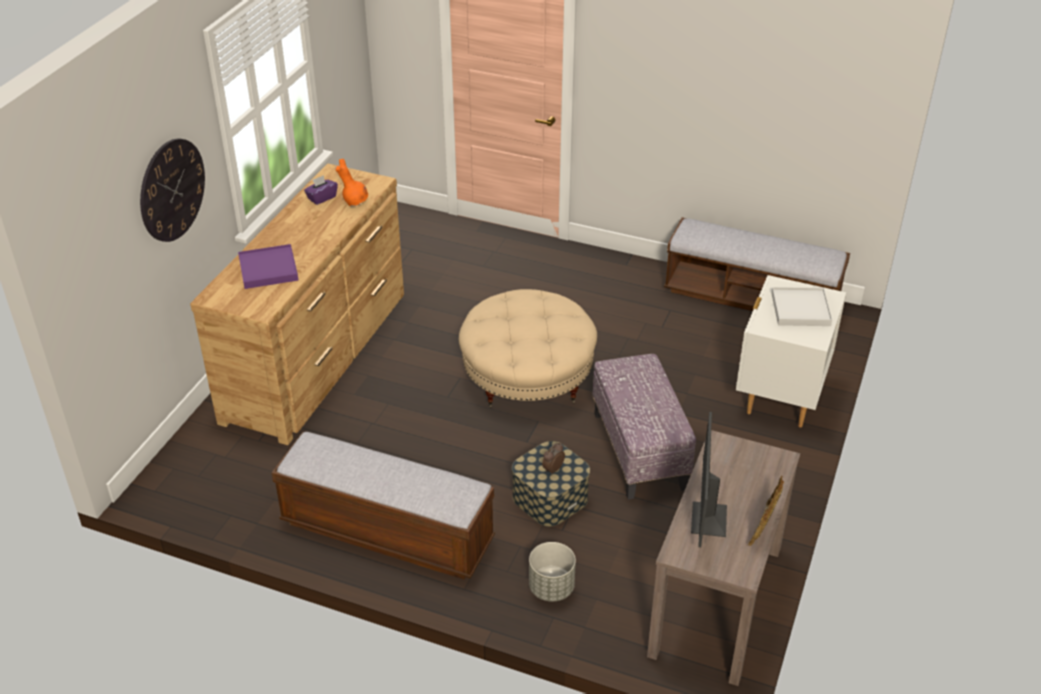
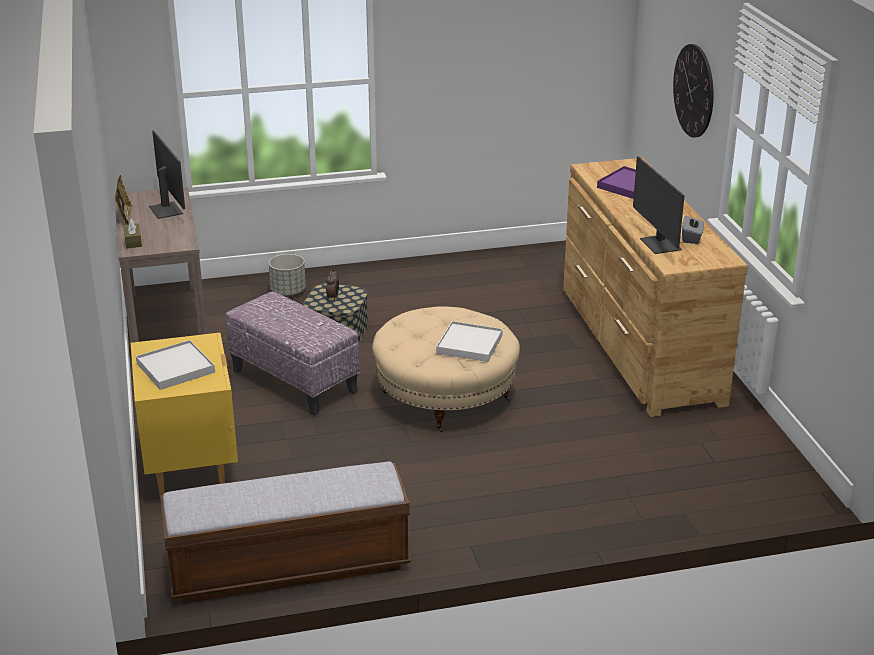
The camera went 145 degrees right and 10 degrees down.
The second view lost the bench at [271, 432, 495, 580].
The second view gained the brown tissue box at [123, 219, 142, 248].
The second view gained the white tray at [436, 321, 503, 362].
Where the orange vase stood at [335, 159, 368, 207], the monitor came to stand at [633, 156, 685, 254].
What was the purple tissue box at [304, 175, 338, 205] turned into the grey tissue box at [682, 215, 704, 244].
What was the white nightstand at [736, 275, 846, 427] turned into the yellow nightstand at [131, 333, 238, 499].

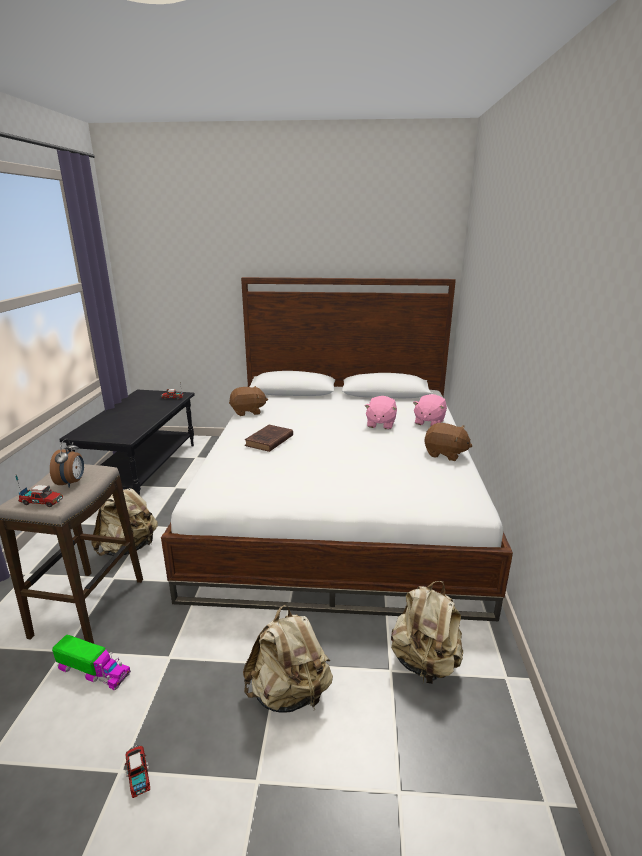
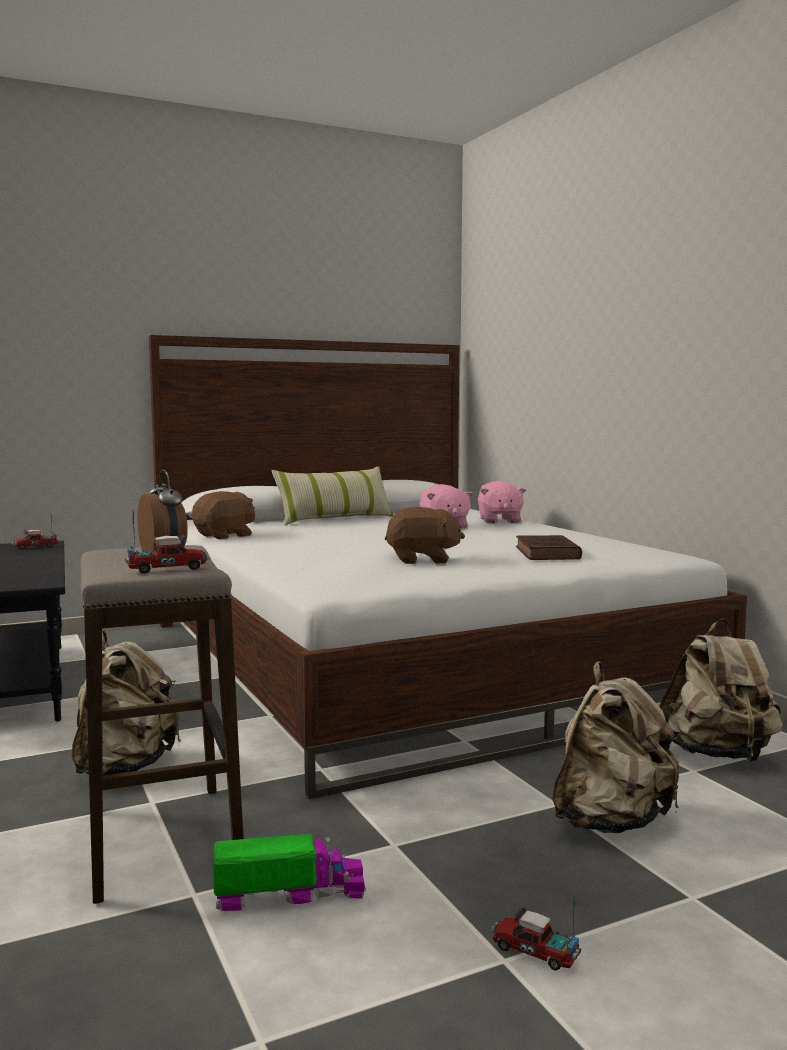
The camera went 30 degrees left and 15 degrees down.
The second view gained the pillow at [272, 466, 393, 525].
The brown book ended up elsewhere, having gone from [245, 425, 293, 452] to [516, 535, 582, 560].
The brown plush toy ended up elsewhere, having gone from [424, 423, 472, 461] to [385, 507, 465, 564].

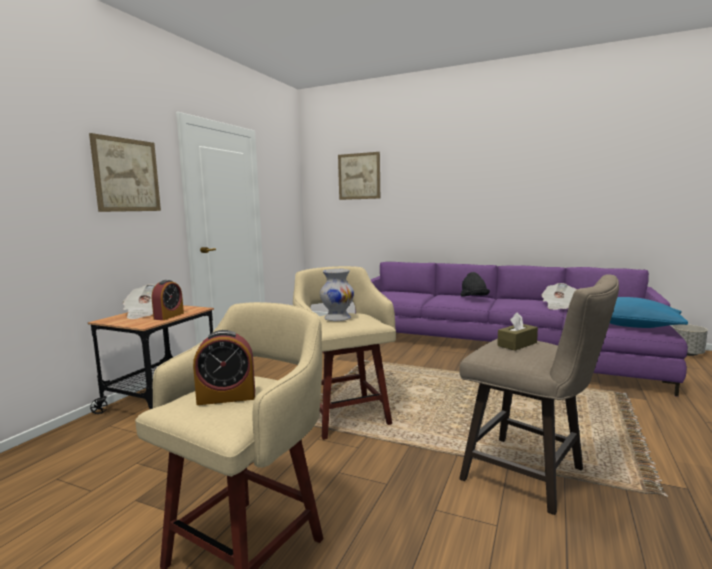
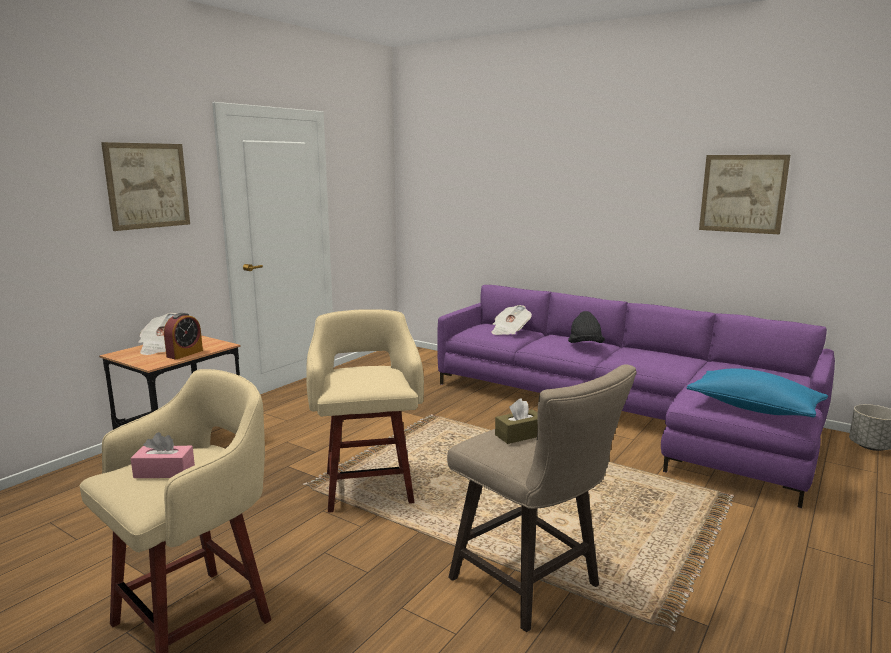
The camera went 10 degrees right and 5 degrees up.
The second view lost the white vase at [320, 269, 354, 321].
The picture ended up elsewhere, having gone from [338, 152, 380, 200] to [699, 155, 790, 234].
The newspaper ended up elsewhere, having gone from [541, 283, 577, 310] to [491, 305, 532, 335].
Where the alarm clock stood at [193, 330, 255, 405], the pink tissue box came to stand at [131, 432, 195, 478].

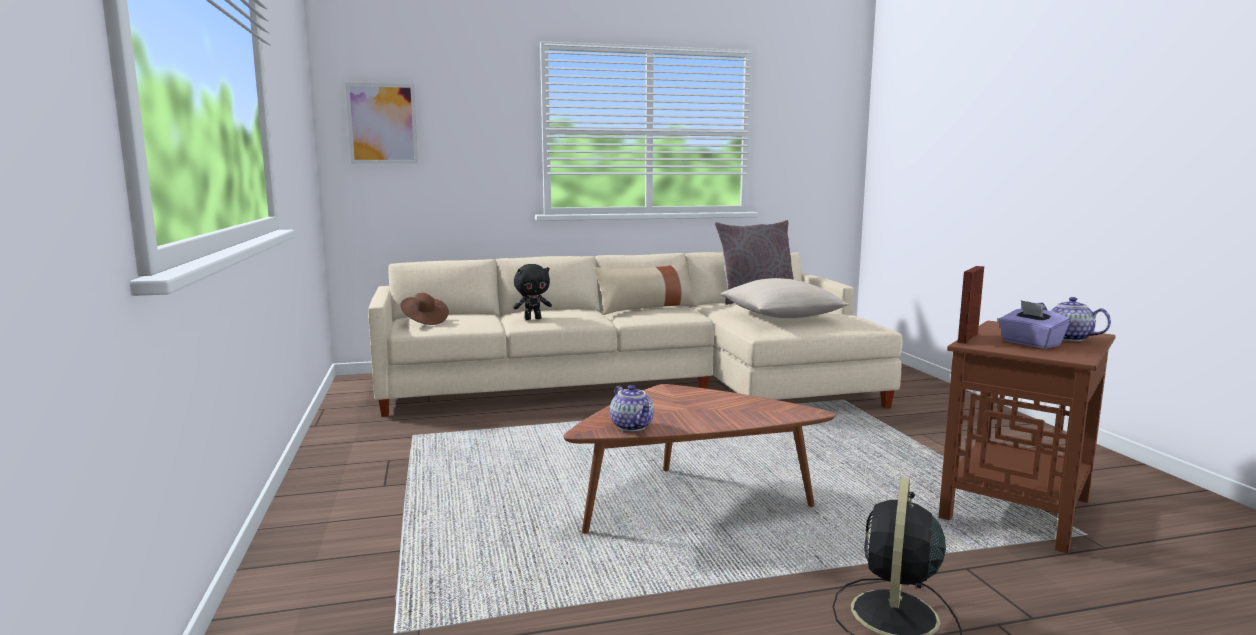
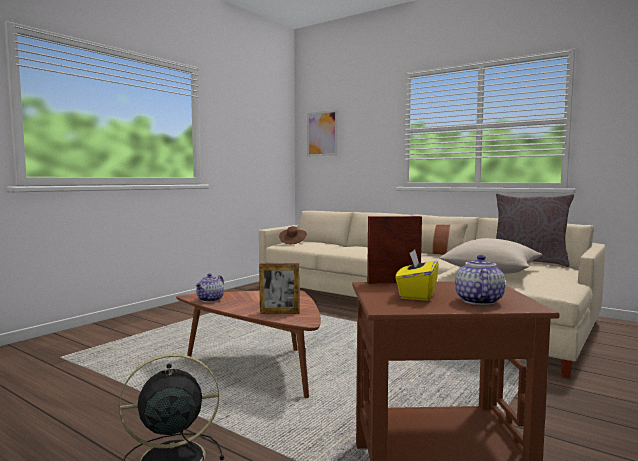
The camera went 50 degrees right and 5 degrees down.
The second view lost the black plush toy at [513, 264, 552, 320].
The second view gained the picture frame at [259, 264, 300, 314].
What was the purple tissue box at [998, 300, 1070, 349] turned into the yellow tissue box at [395, 249, 439, 301].

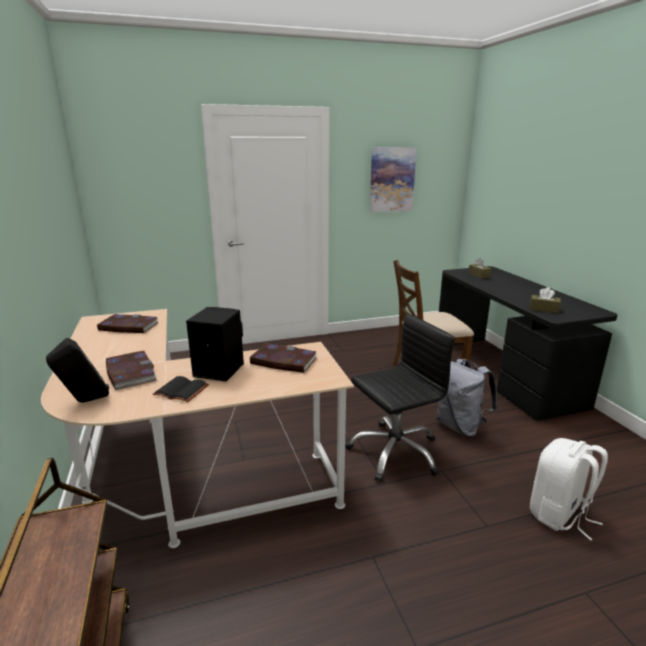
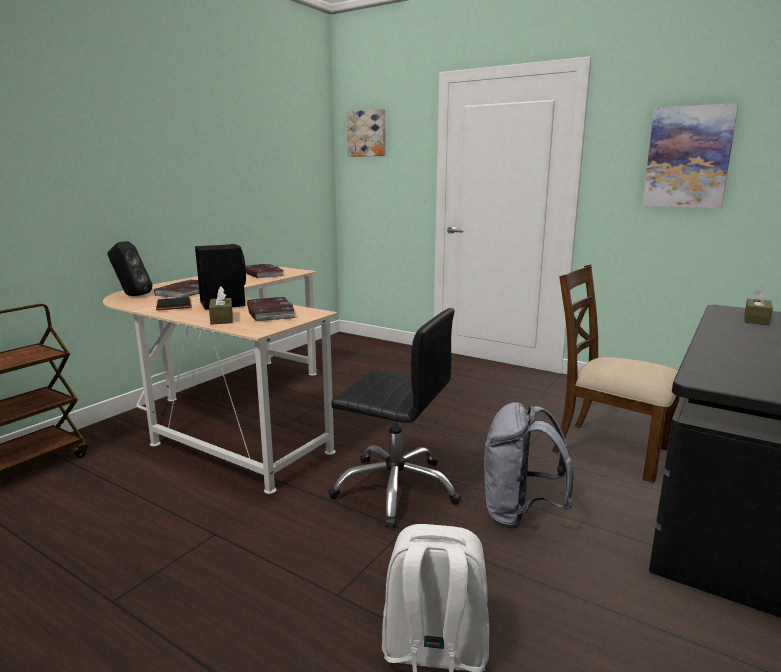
The camera went 50 degrees right and 5 degrees down.
The second view gained the picture at [347, 109, 385, 157].
The brown tissue box ended up elsewhere, having gone from [530, 287, 561, 313] to [209, 286, 233, 325].

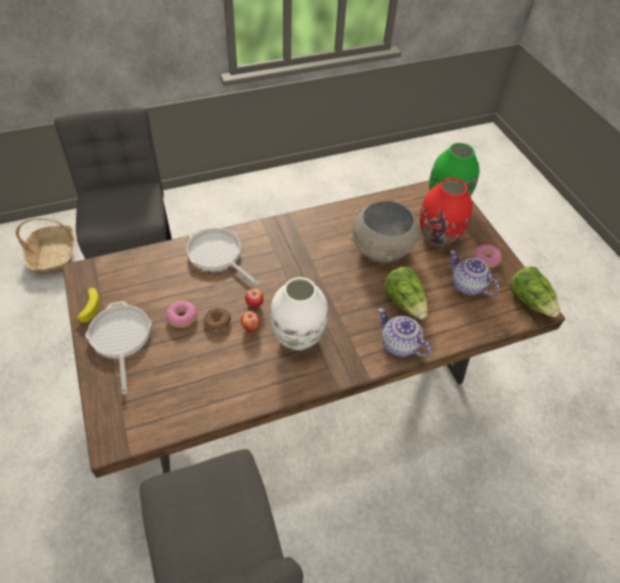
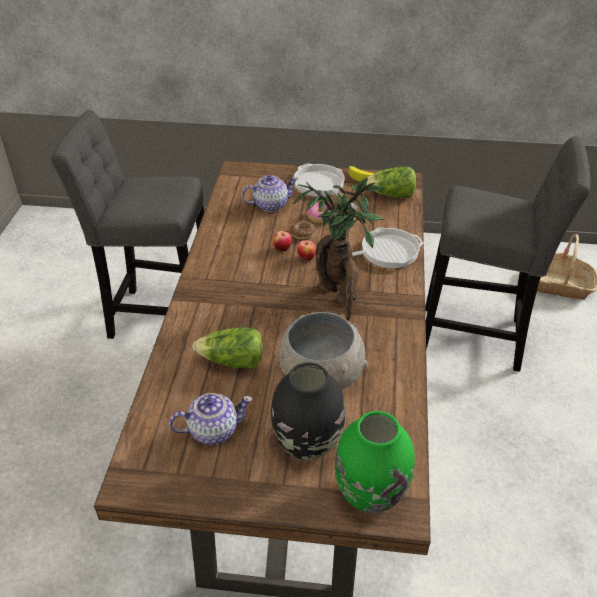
The camera went 120 degrees right and 10 degrees down.
The second view lost the white vase at [270, 277, 328, 351].
The second view lost the donut at [474, 244, 502, 268].
The second view gained the potted plant at [293, 177, 384, 321].
The teapot ended up elsewhere, having gone from [378, 308, 432, 358] to [241, 175, 298, 212].
The lettuce ended up elsewhere, having gone from [510, 266, 560, 317] to [366, 167, 416, 198].
What was the red vase at [420, 178, 473, 246] turned into the black vase at [271, 362, 345, 460].
The frying pan at [85, 301, 152, 395] ended up facing another way, 135 degrees counterclockwise from before.

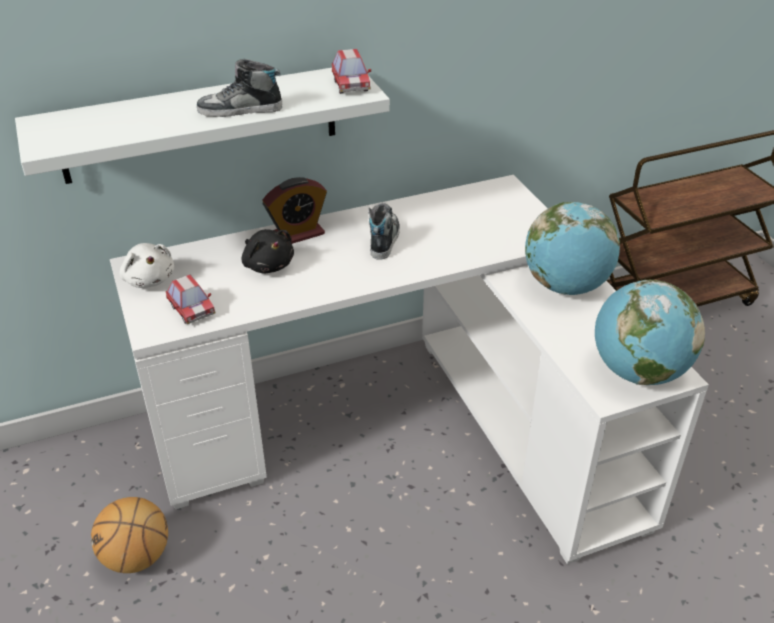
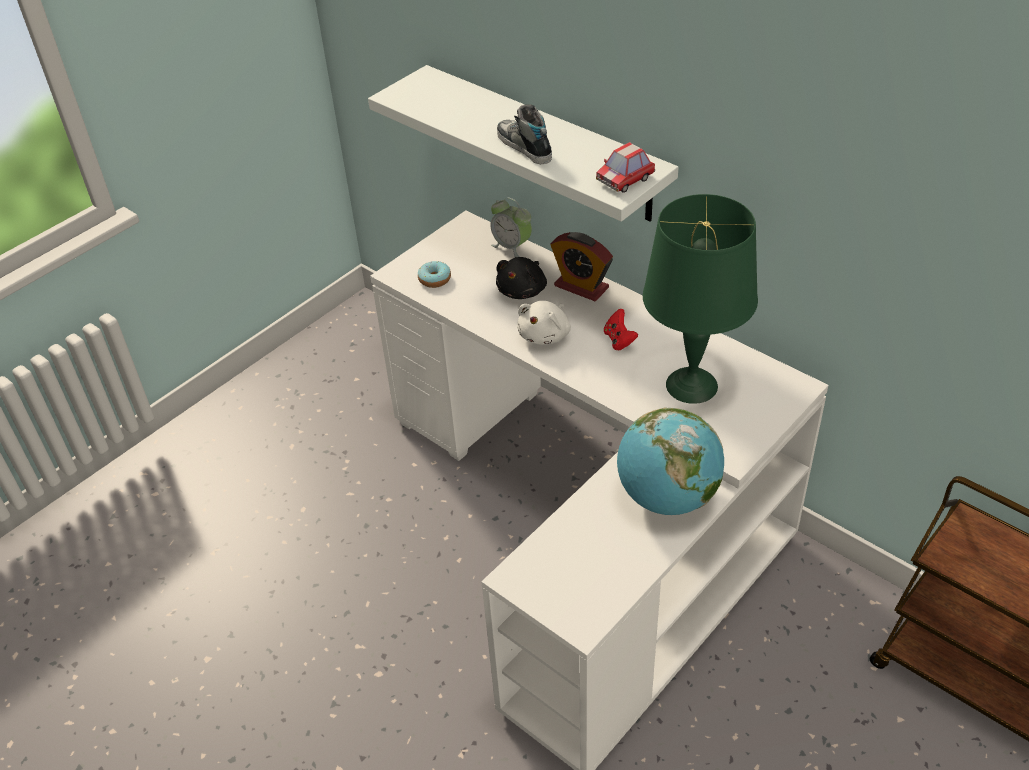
The camera went 65 degrees right and 5 degrees up.
The second view lost the basketball at [91, 497, 168, 573].
The second view lost the globe at [595, 280, 705, 385].
The second view gained the alarm clock at [490, 197, 532, 257].
The second view gained the green table lamp at [643, 194, 758, 404].
The white plush toy ended up elsewhere, having gone from [120, 243, 174, 288] to [517, 301, 571, 345].
Where the toy car stood at [166, 275, 215, 324], the donut came to stand at [418, 261, 451, 288].
Where the shoe stood at [369, 203, 400, 260], the red game controller came to stand at [604, 309, 638, 350].

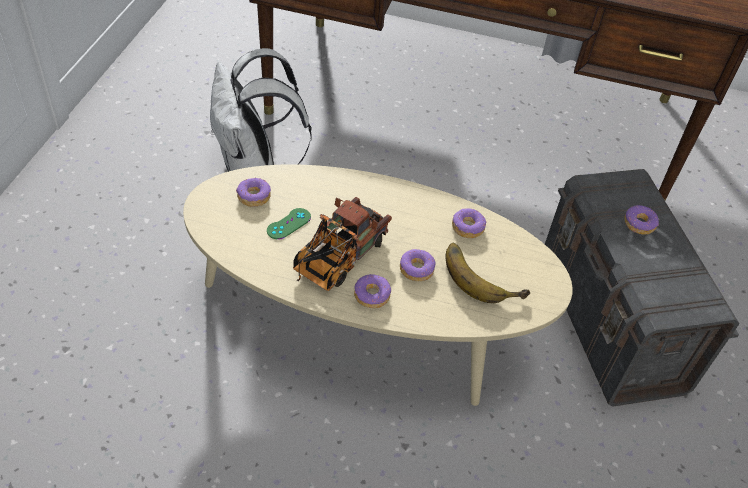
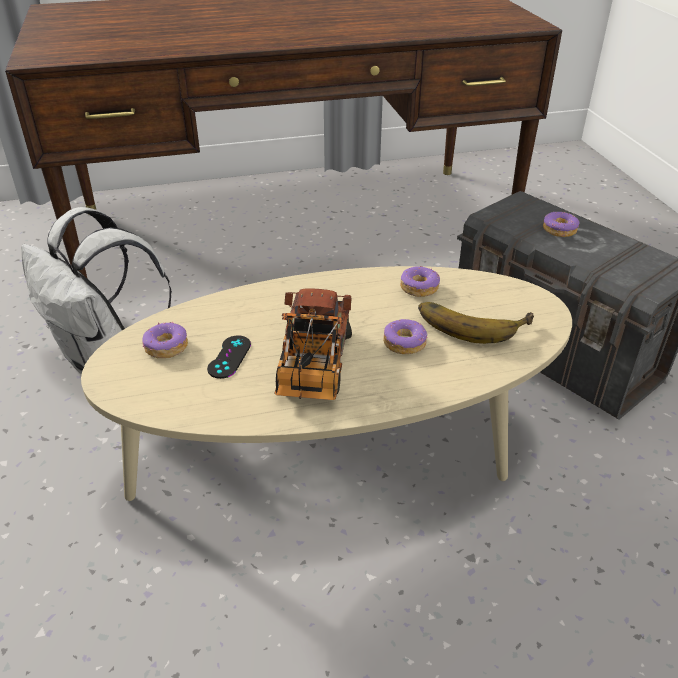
The camera went 25 degrees left and 10 degrees down.
The second view lost the donut at [354, 274, 391, 308].
What was the green game controller at [267, 208, 311, 239] turned into the black game controller at [207, 335, 251, 379].

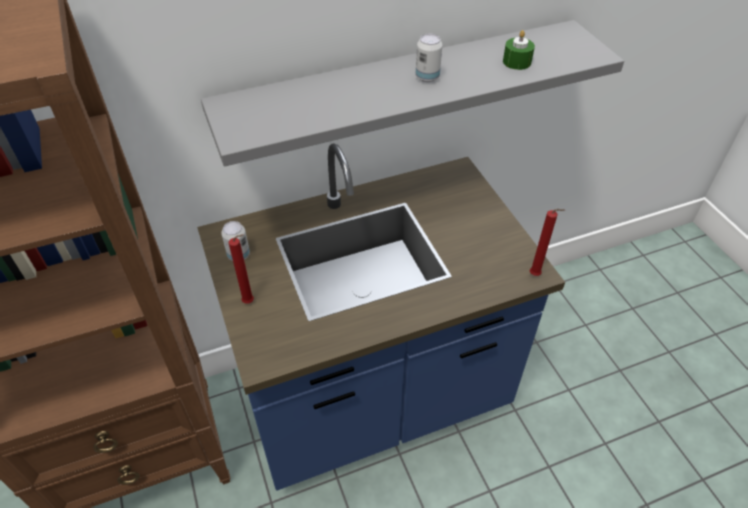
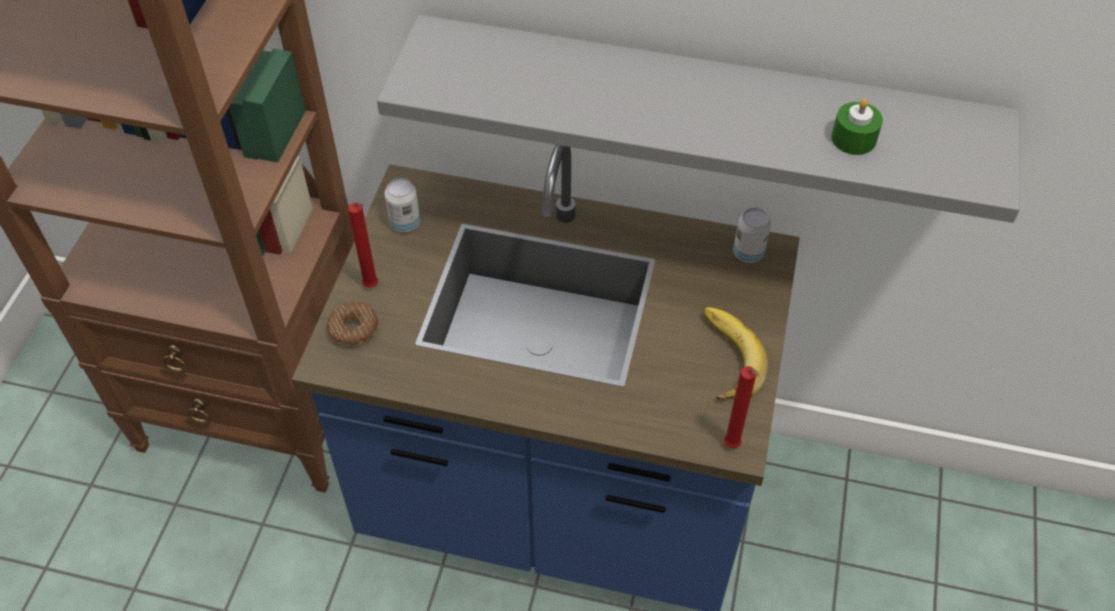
The camera went 35 degrees right and 5 degrees up.
The second view gained the donut at [327, 302, 378, 346].
The second view gained the banana at [704, 307, 768, 400].
The can ended up elsewhere, having gone from [416, 34, 442, 82] to [733, 208, 771, 263].

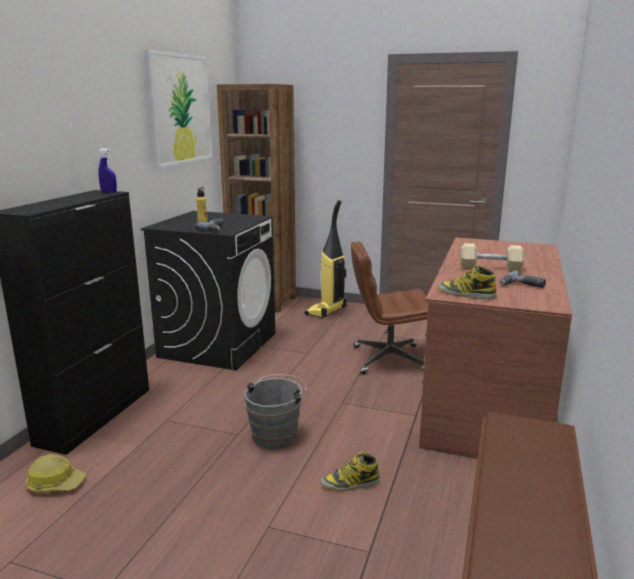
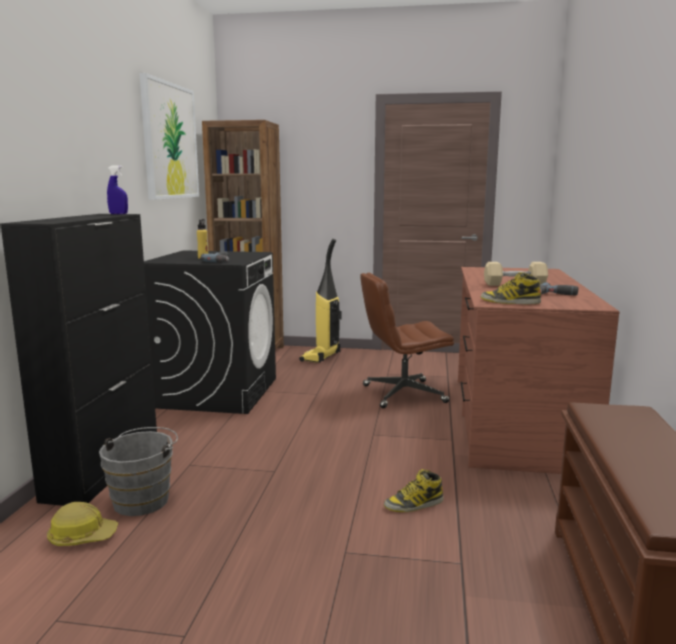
The camera went 10 degrees left and 5 degrees down.
The grey bucket ended up elsewhere, having gone from [244, 375, 307, 449] to [99, 427, 178, 516].

